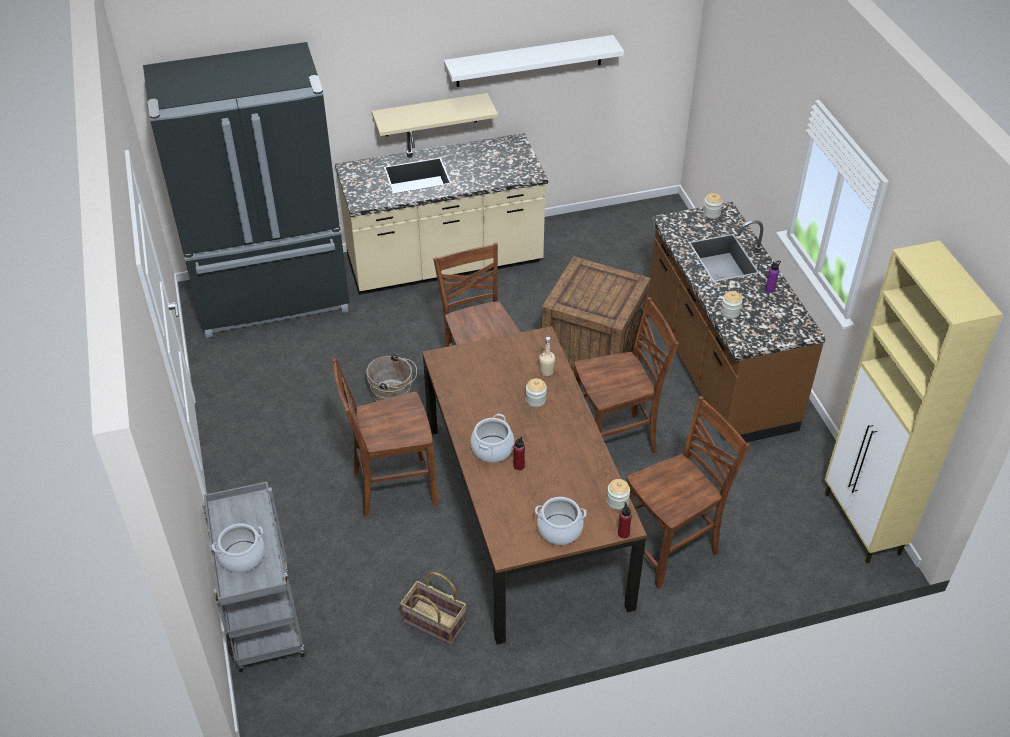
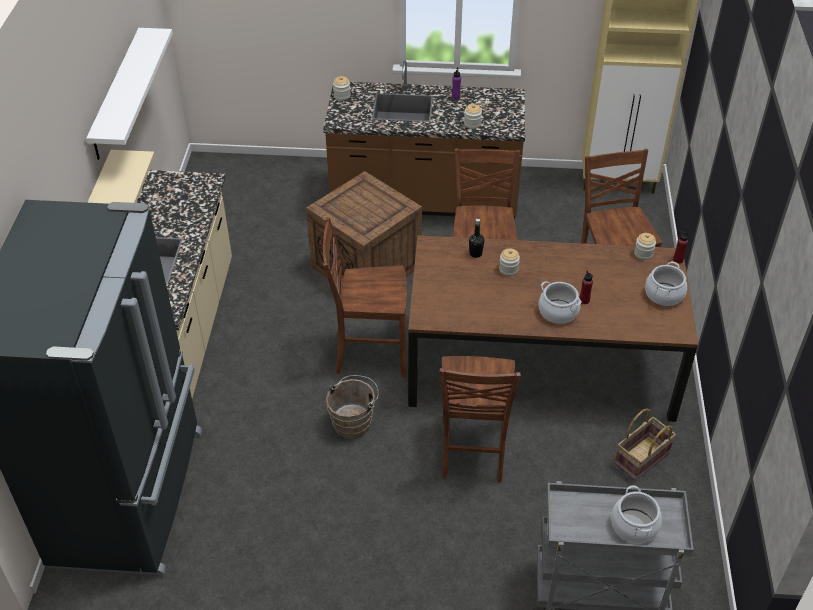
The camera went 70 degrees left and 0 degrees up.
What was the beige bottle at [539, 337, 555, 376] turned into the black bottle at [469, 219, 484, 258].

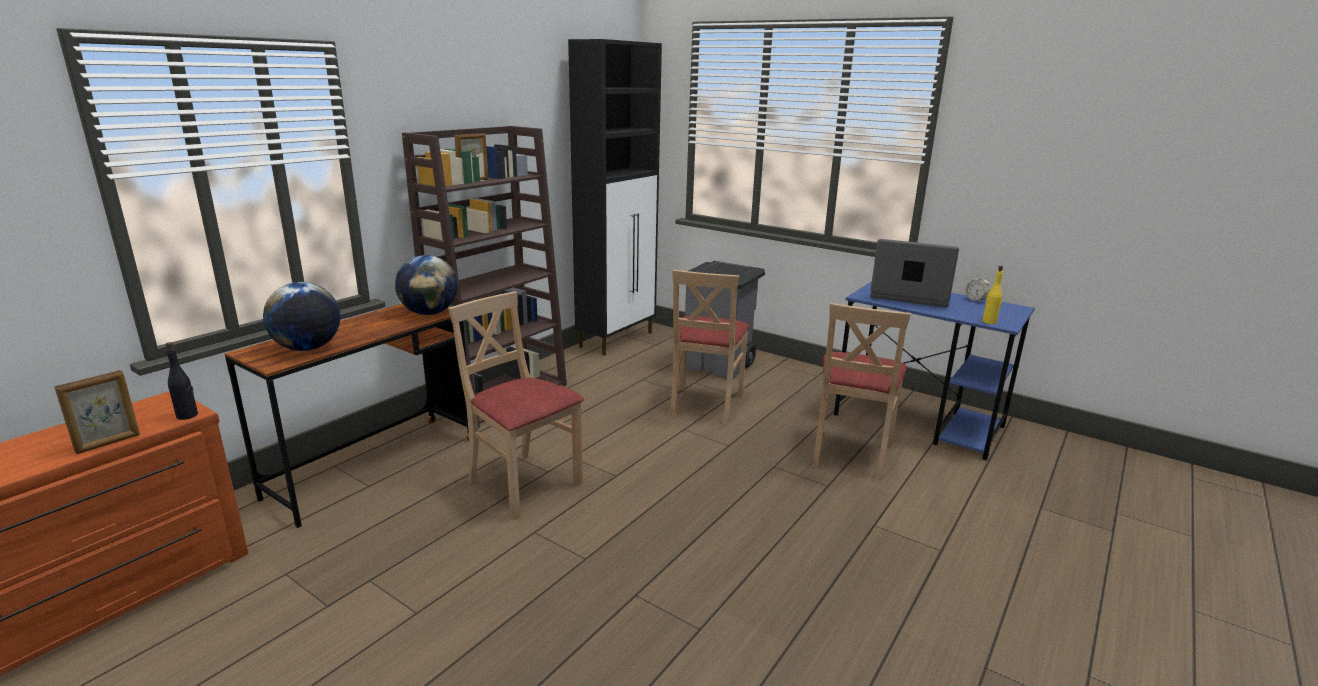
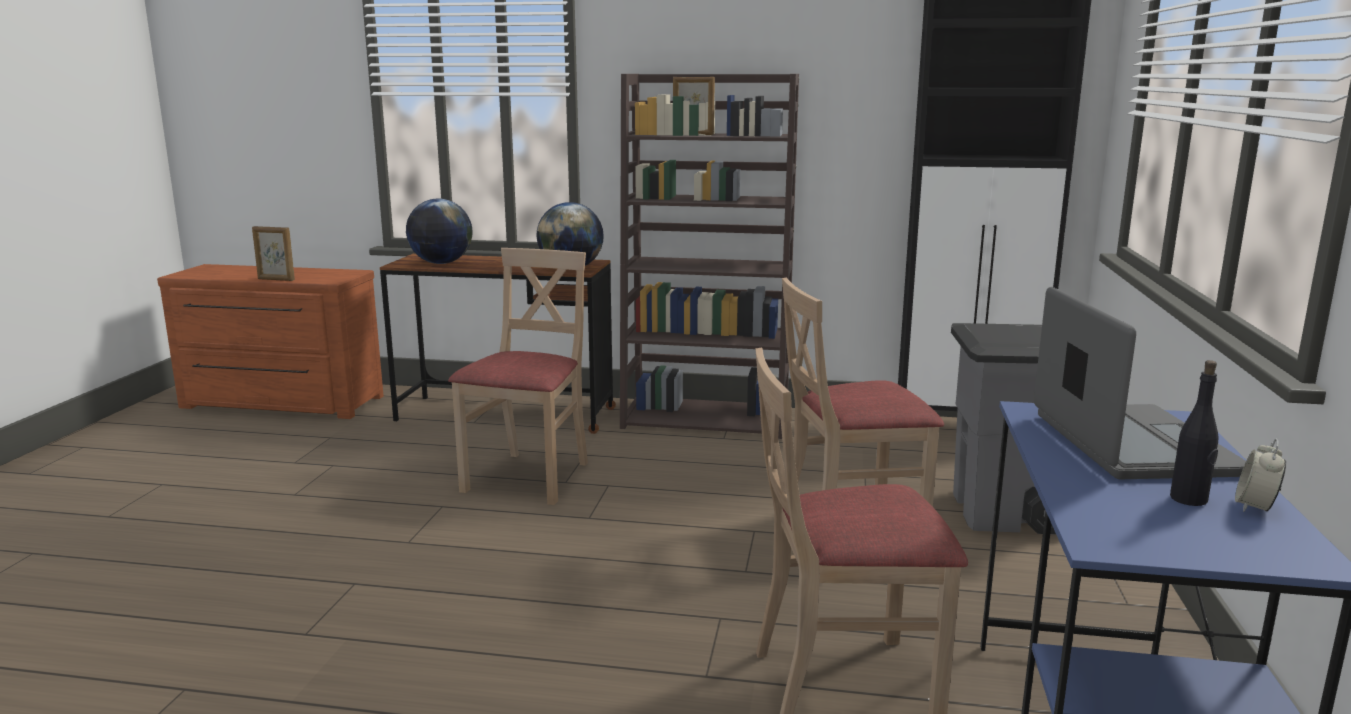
The camera went 65 degrees right and 5 degrees down.
The second view lost the yellow bottle at [982, 266, 1003, 324].
The black bottle ended up elsewhere, having gone from [166, 342, 198, 420] to [1170, 360, 1218, 506].

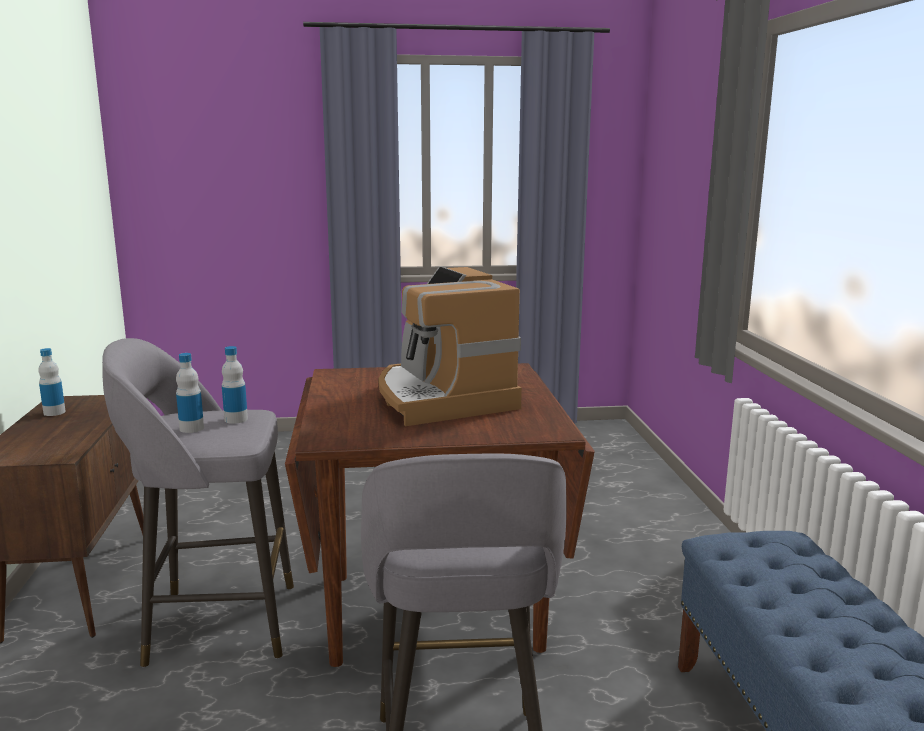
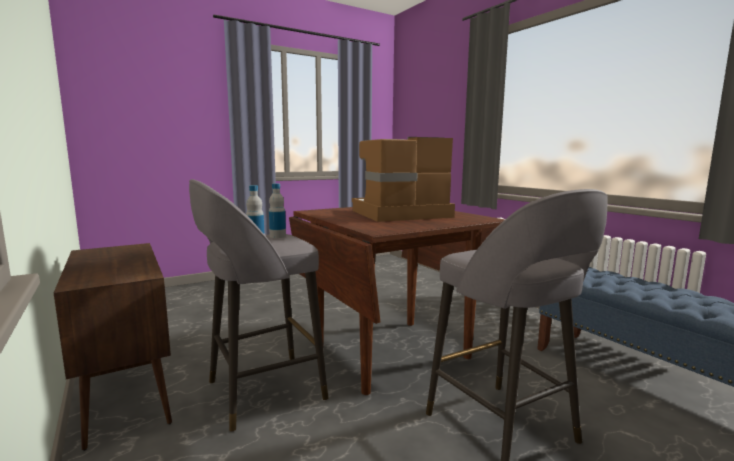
The camera went 25 degrees left and 5 degrees down.
The second view lost the bottle at [38, 348, 66, 416].
The coffee machine at [379, 267, 522, 426] ended up facing another way, 120 degrees clockwise from before.

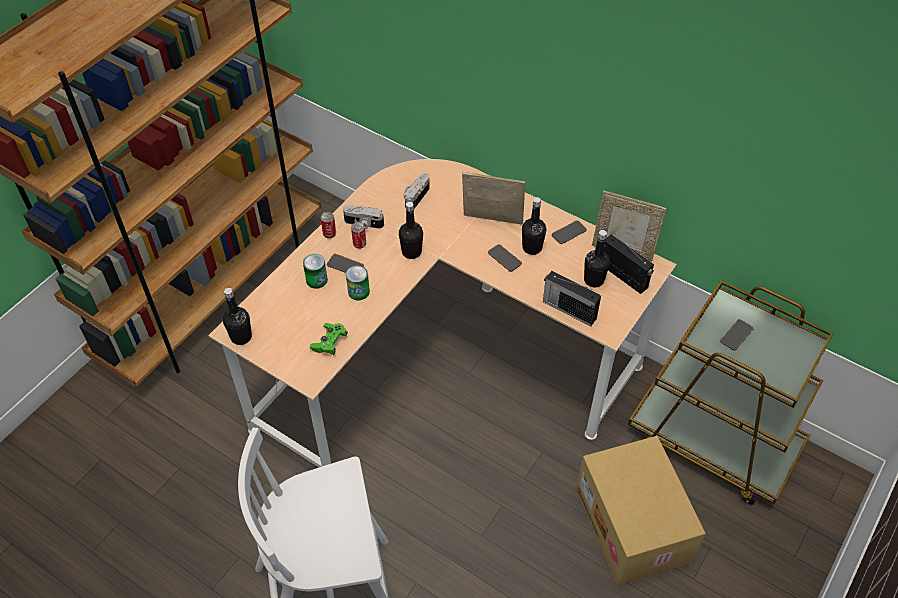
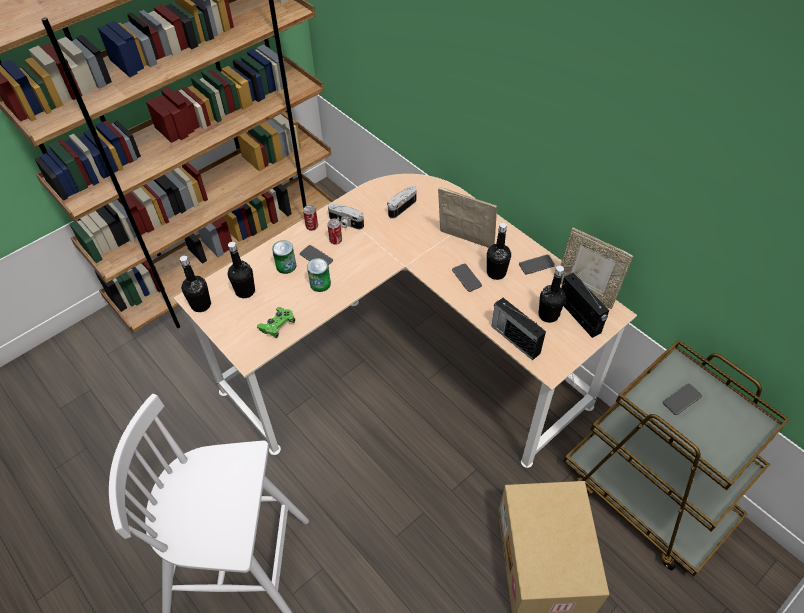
The camera went 15 degrees right and 0 degrees up.
The black bottle ended up elsewhere, having gone from [399, 202, 423, 259] to [228, 242, 255, 298].

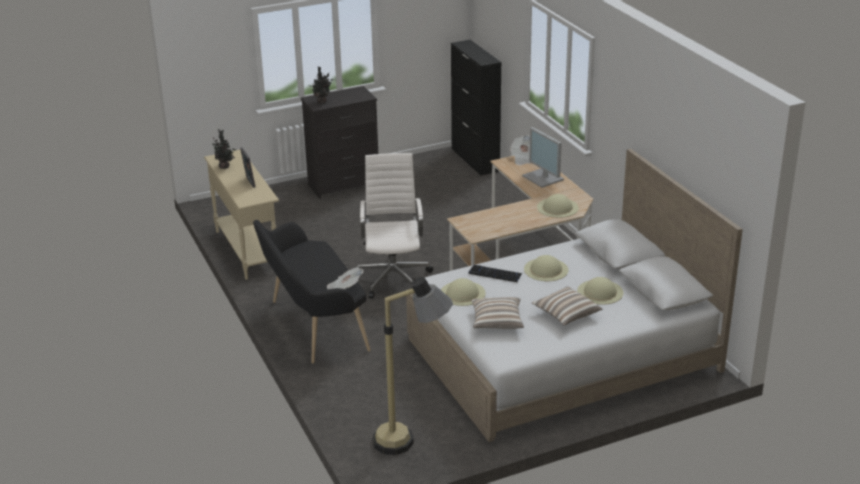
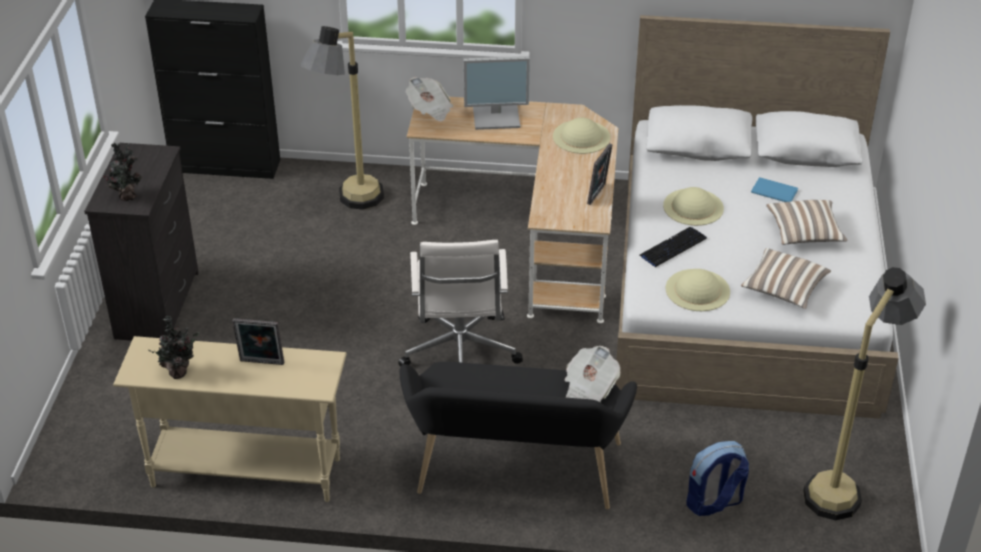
The camera went 60 degrees left and 10 degrees up.
The second view gained the floor lamp at [301, 26, 384, 210].
The second view gained the picture frame at [587, 143, 613, 205].
The second view gained the backpack at [687, 441, 749, 516].
Where the beige hat stood at [577, 277, 623, 305], the blue book came to stand at [751, 177, 798, 202].
The white office chair at [357, 153, 433, 299] ended up facing another way, 120 degrees counterclockwise from before.

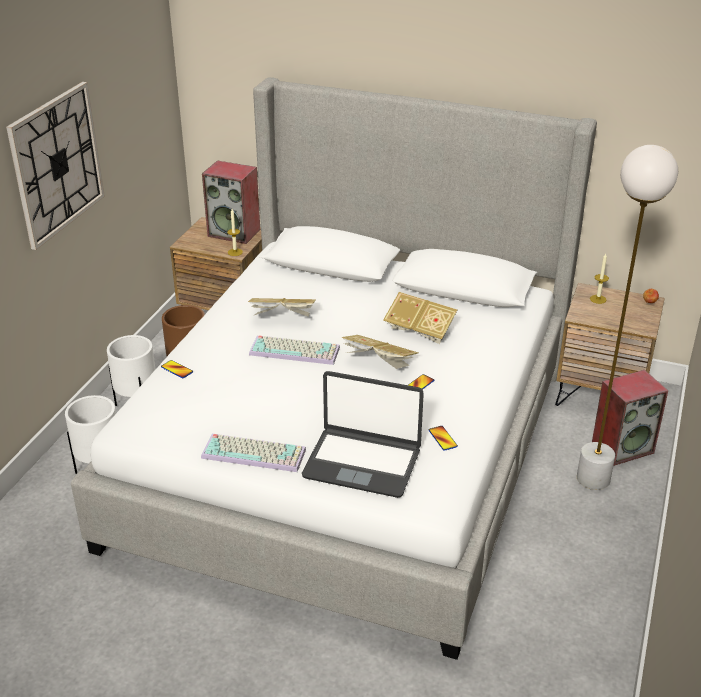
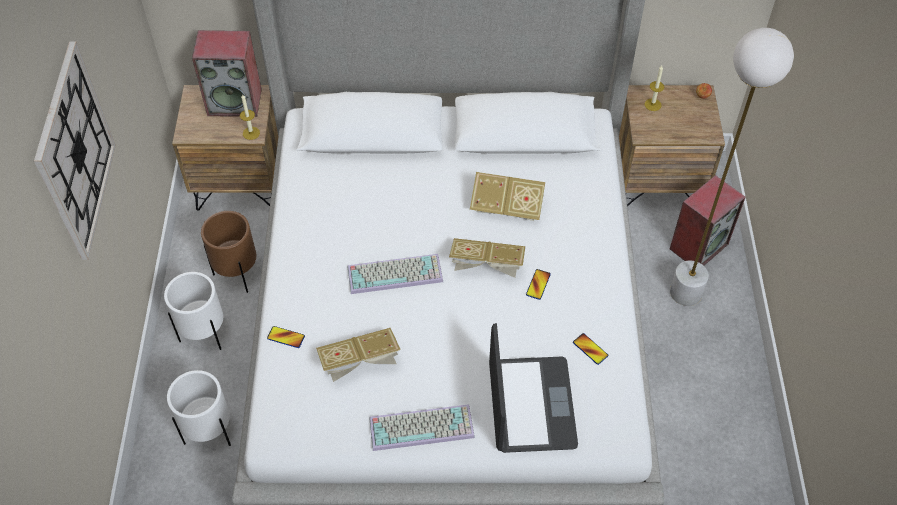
The camera went 20 degrees left and 20 degrees up.
The book ended up elsewhere, having gone from [248, 298, 316, 317] to [316, 328, 401, 382].
The laptop at [302, 371, 424, 498] ended up facing another way, 90 degrees counterclockwise from before.

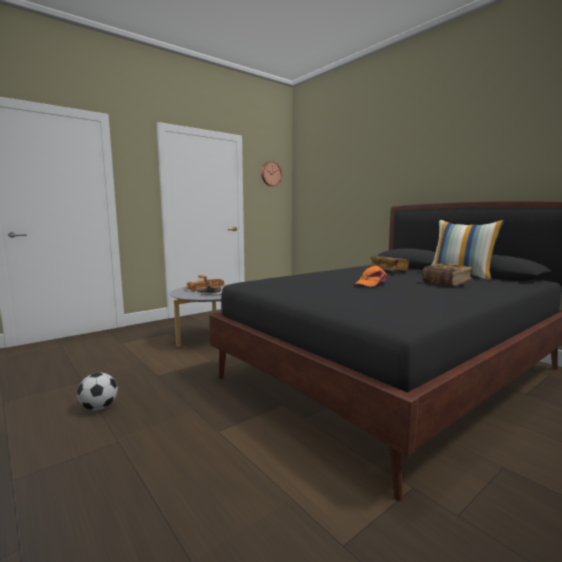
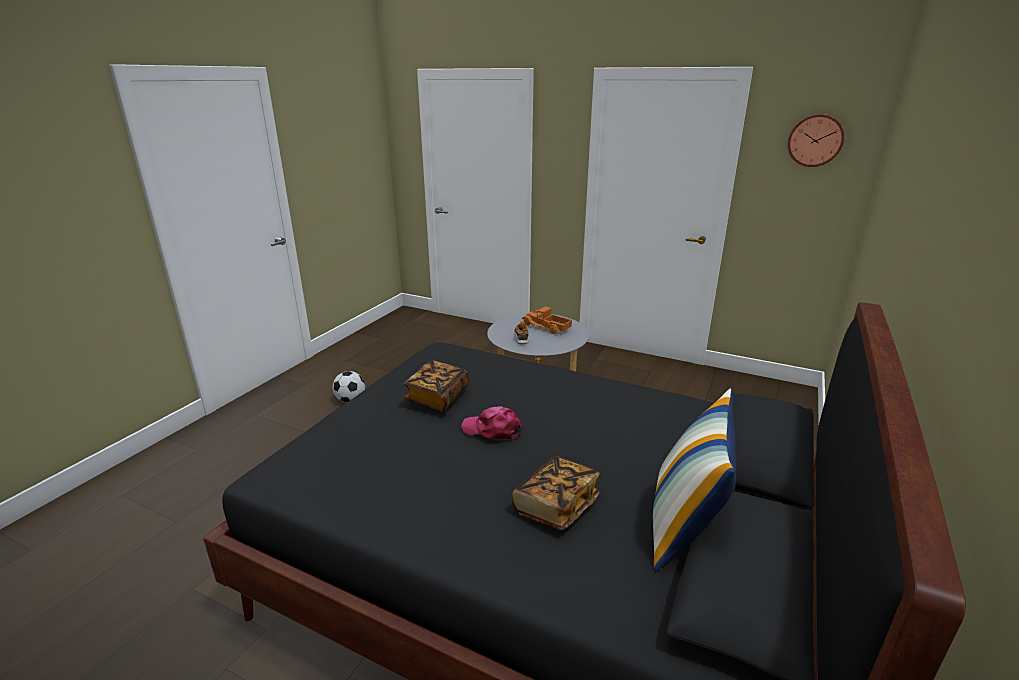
The camera went 65 degrees right and 15 degrees up.
The book ended up elsewhere, having gone from [369, 256, 409, 273] to [404, 360, 469, 413].
What was the orange cap at [355, 265, 387, 287] turned into the pink cap at [461, 406, 522, 439].

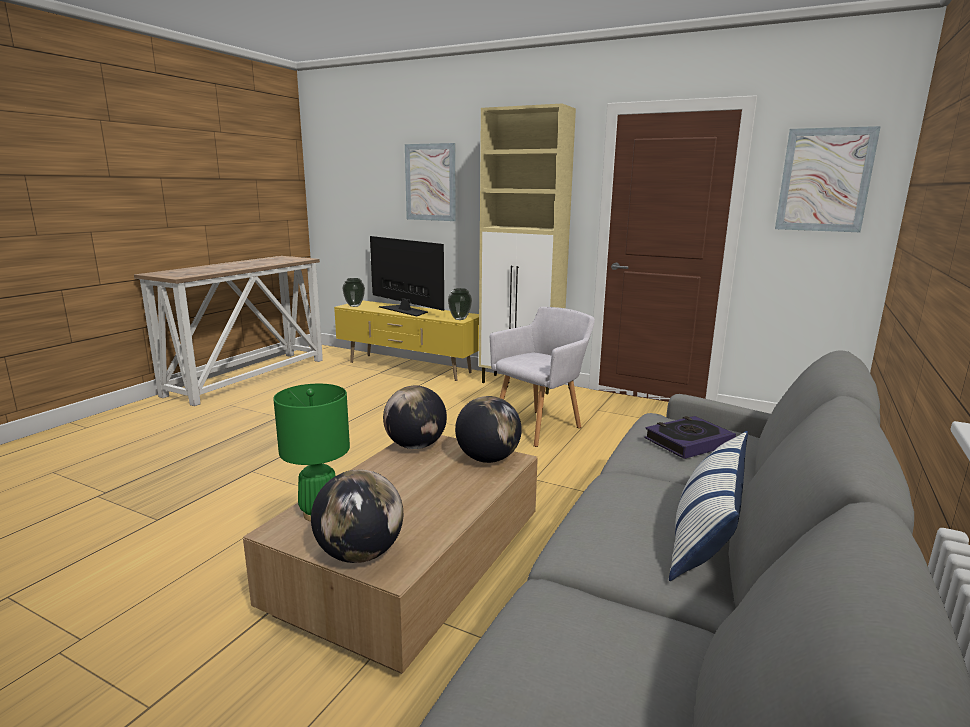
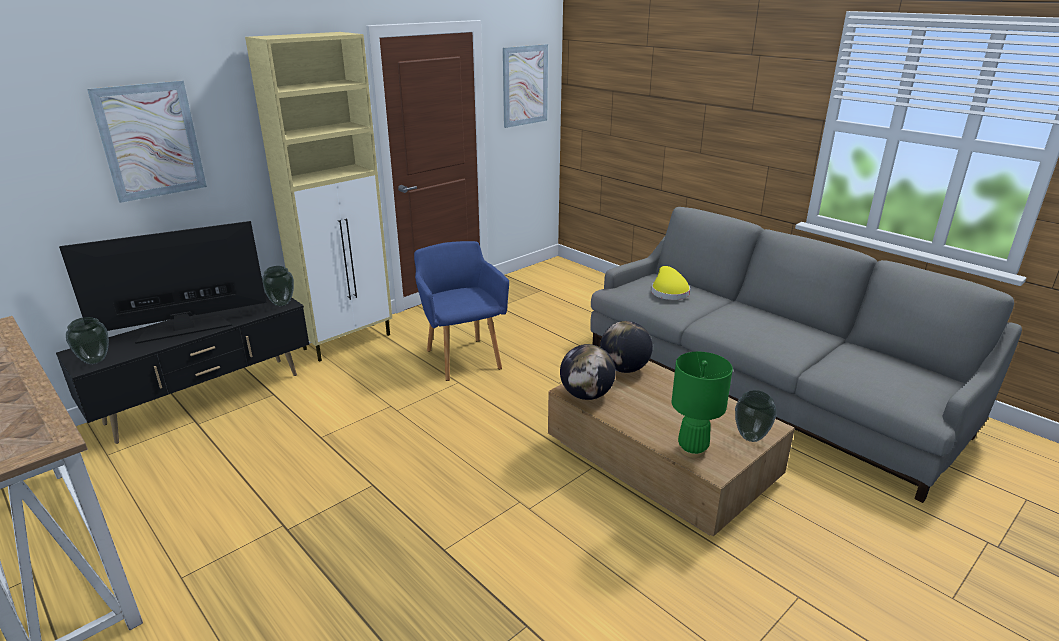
The camera went 70 degrees left and 10 degrees up.
The second view lost the pillow at [669, 431, 748, 581].
Where the globe stood at [311, 470, 403, 563], the vase came to stand at [735, 390, 777, 442].
Where the book stood at [645, 416, 736, 459], the yellow hat came to stand at [651, 266, 690, 300].
What was the yellow tv stand at [334, 301, 479, 381] turned into the black tv stand at [56, 294, 309, 444].
What was the grey armchair at [490, 307, 595, 447] turned into the blue armchair at [414, 241, 509, 381].

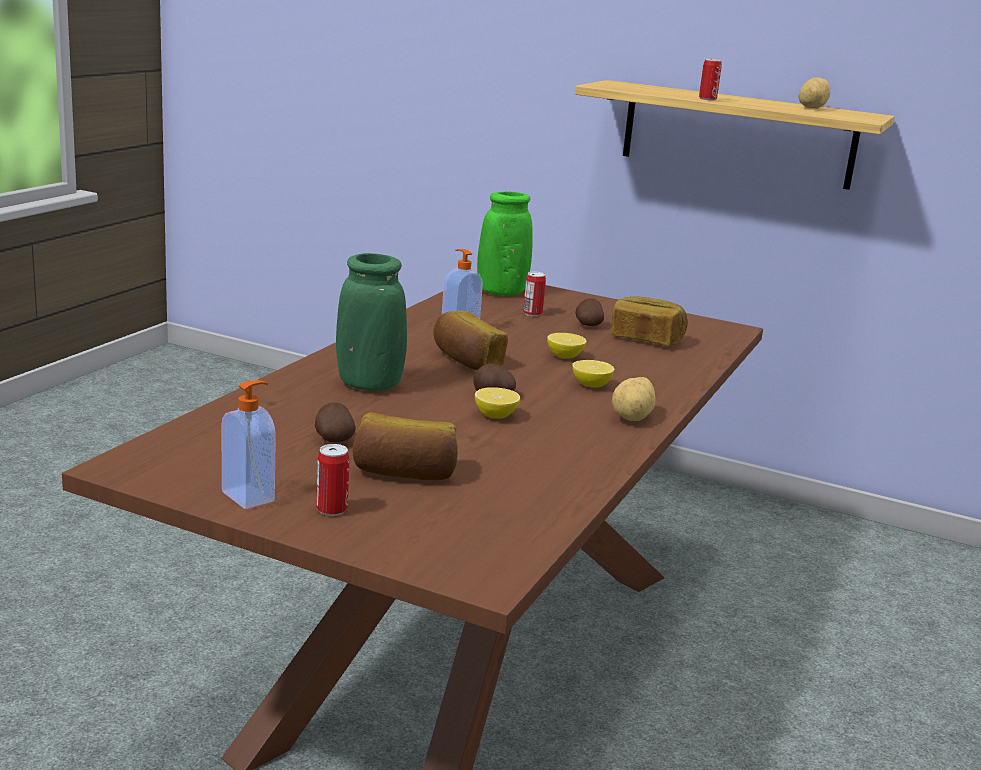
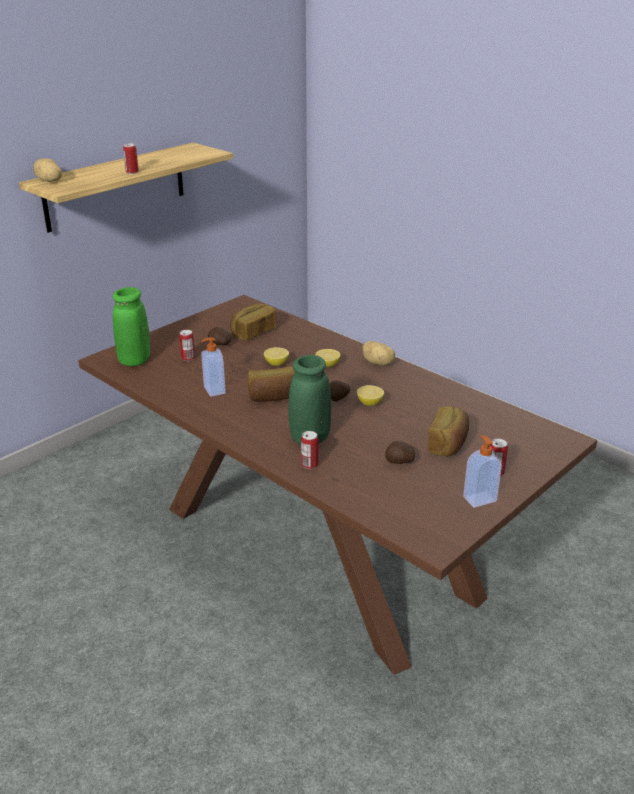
The camera went 70 degrees left and 10 degrees up.
The second view gained the can at [301, 431, 318, 469].
The potato ended up elsewhere, having gone from [798, 78, 830, 109] to [33, 158, 62, 182].

